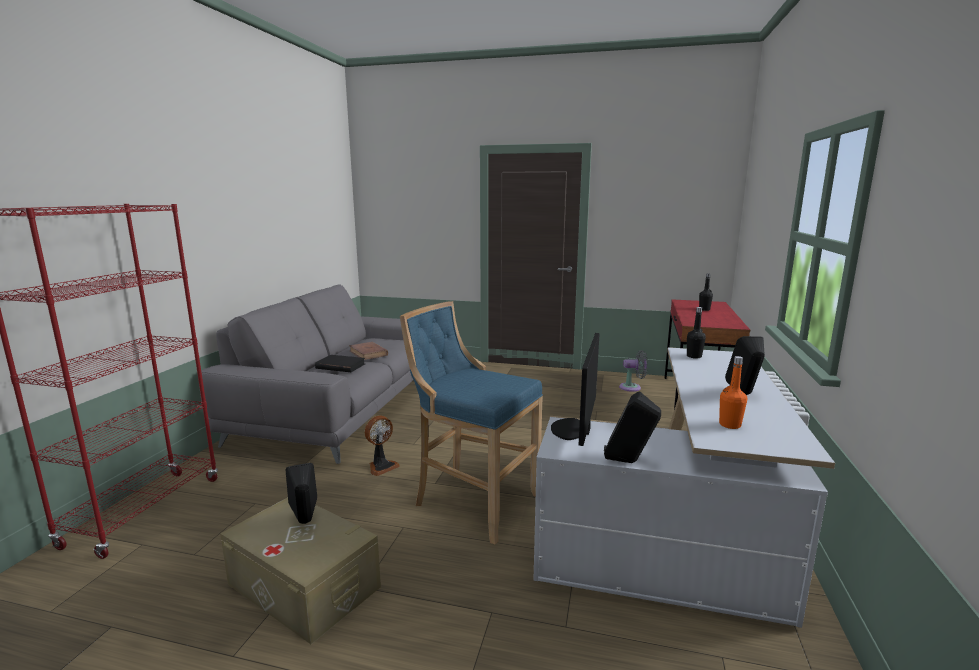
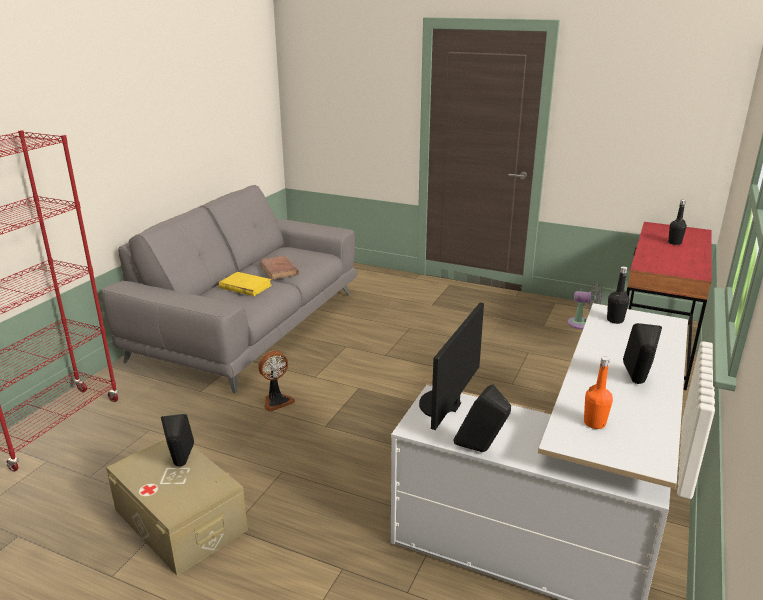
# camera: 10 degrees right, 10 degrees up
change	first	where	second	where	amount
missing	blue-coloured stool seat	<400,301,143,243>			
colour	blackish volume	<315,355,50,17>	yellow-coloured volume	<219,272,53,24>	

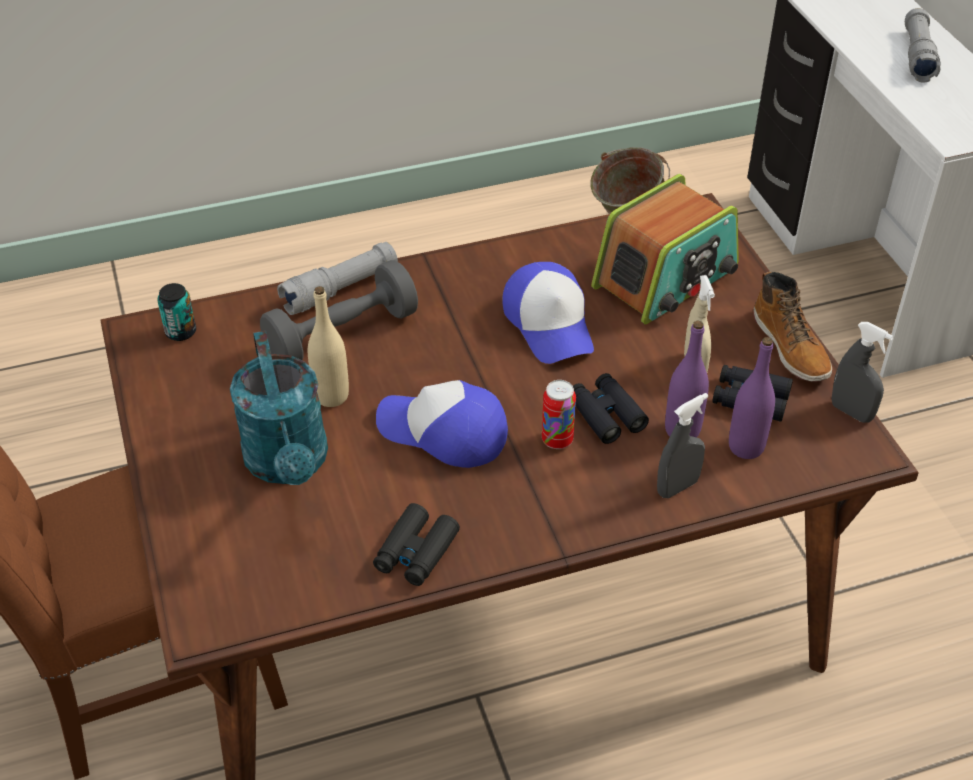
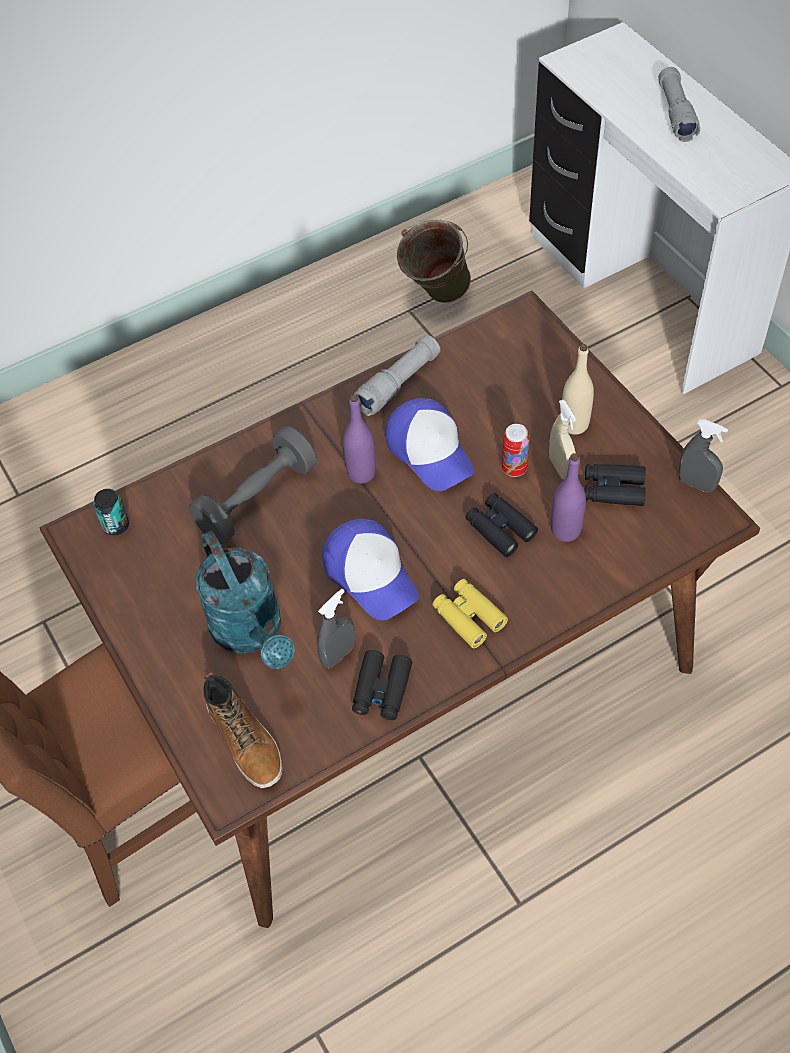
# camera: 10 degrees left, 10 degrees up
change	first	where	second	where	amount
missing	radio set	<591,174,148,150>			
appeared			yellow-coloured binoculars	<432,579,76,69>	
relocated	grey torch	<277,242,121,73>		<353,335,87,81>	
relocated	sand-coloured drink bottle	<308,286,41,121>		<562,344,32,91>	
relocated	can	<542,380,34,69>		<502,424,27,53>	
relocated	grey hand sprayer	<657,393,51,105>		<317,589,38,79>	
relocated	purple drink bottle	<729,337,46,122>		<343,395,33,88>	
relocated	high-top boot	<753,272,79,110>		<203,672,80,116>	
spun	cap	<376,380,132,88>		<322,519,97,101>	135 degrees counterclockwise

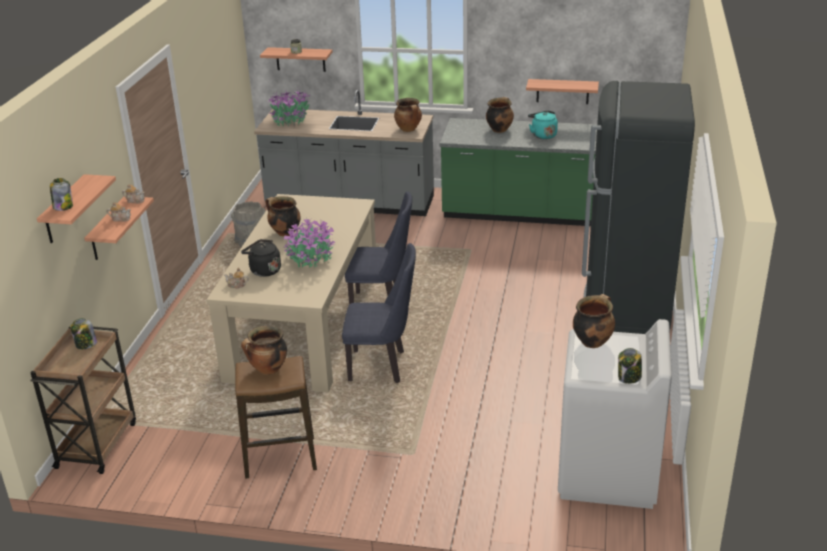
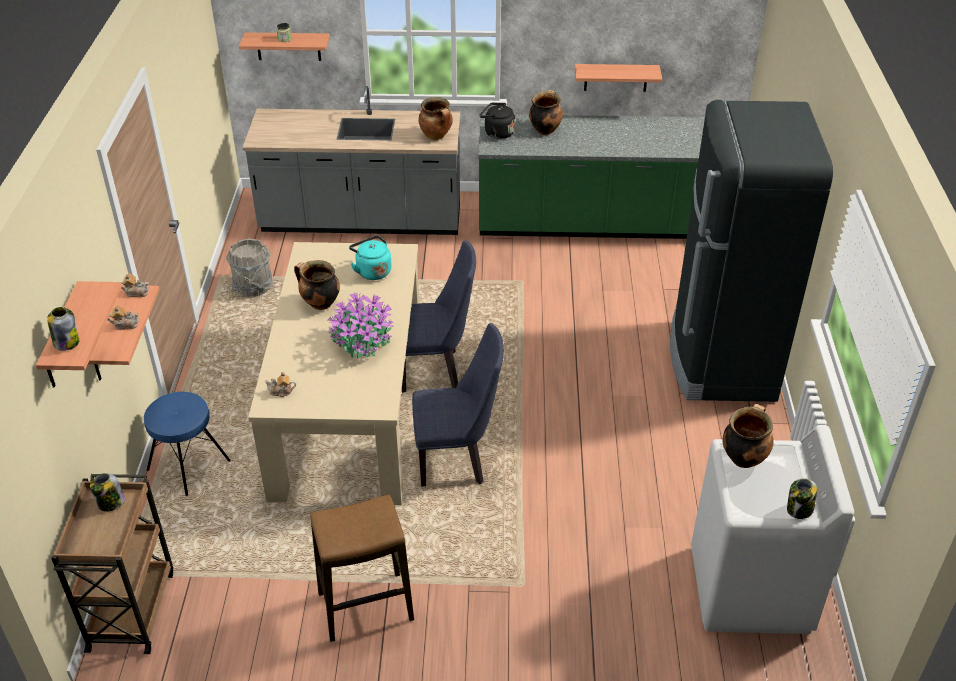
# camera: 10 degrees left, 10 degrees up
change	first	where	second	where	amount
missing	saucepot	<241,326,46,49>			
missing	houseplant	<267,88,43,39>			
appeared			blue-coloured stool seat	<144,392,87,104>	
relocated	blackish tea kettle	<241,239,40,38>		<480,103,35,36>	
relocated	turquoise tea kettle	<528,111,30,28>		<349,236,43,44>	

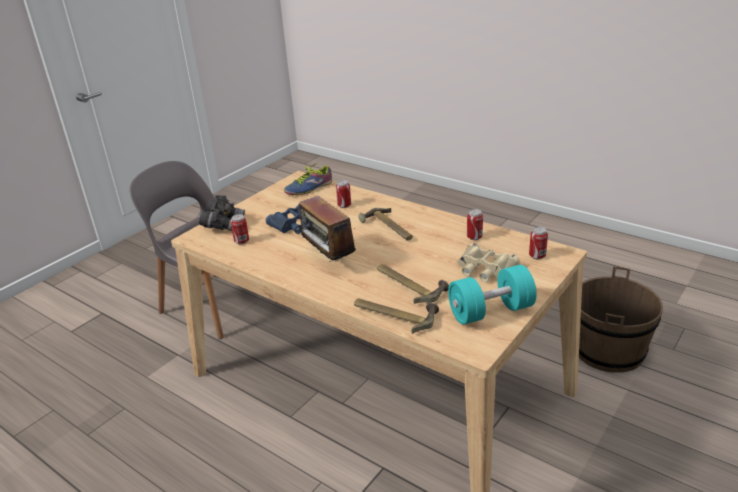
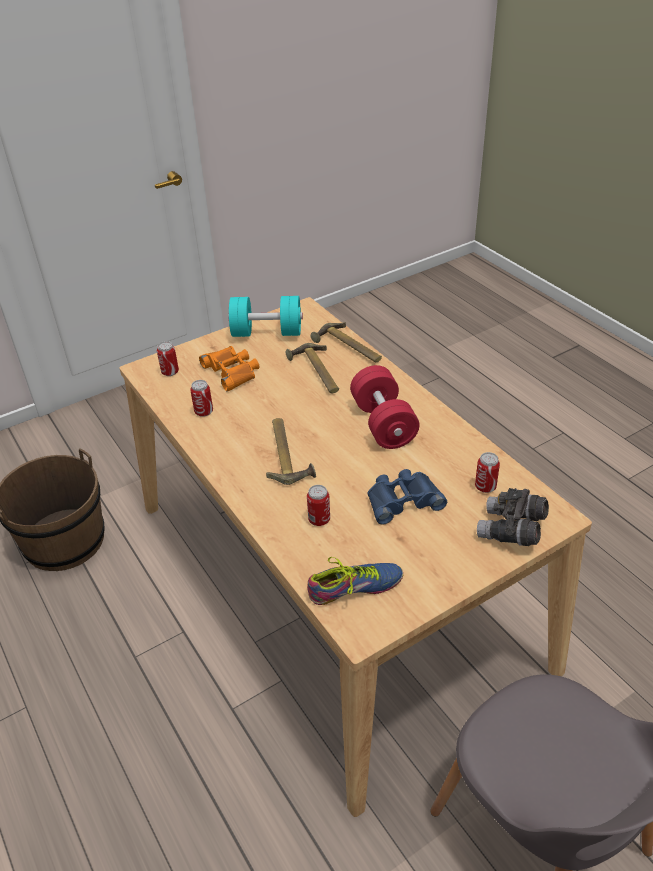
# camera: 160 degrees left, 10 degrees up
change	first	where	second	where	amount
exchanged	radio set	<299,196,57,68>	red-coloured free weight	<350,365,70,84>	
colour	sand-coloured binoculars	<457,243,63,39>	orange-coloured binoculars	<199,346,60,46>	

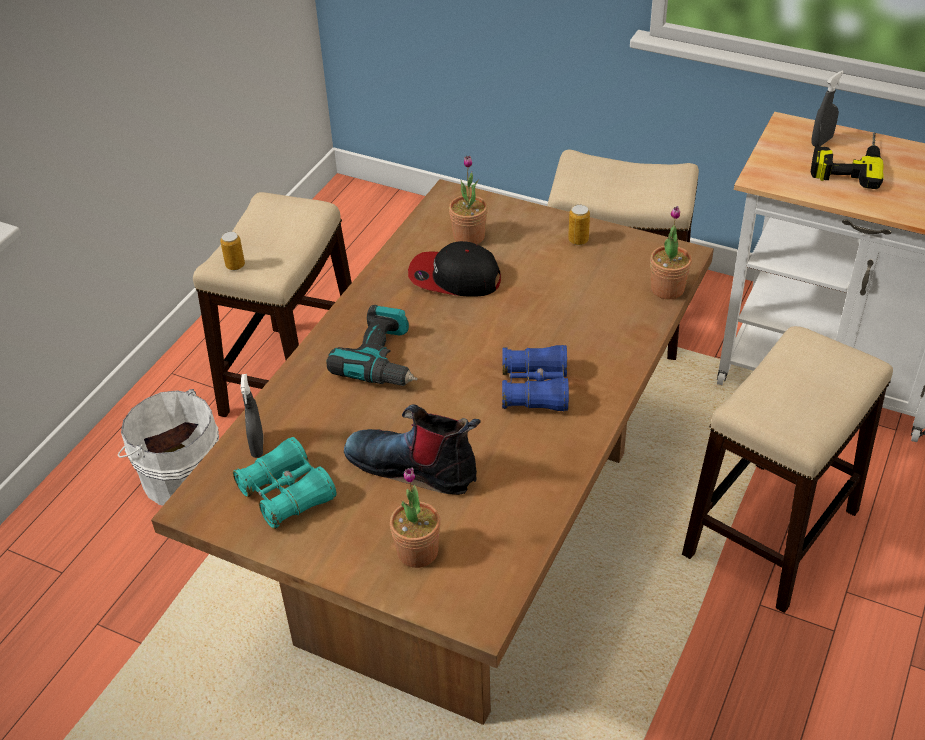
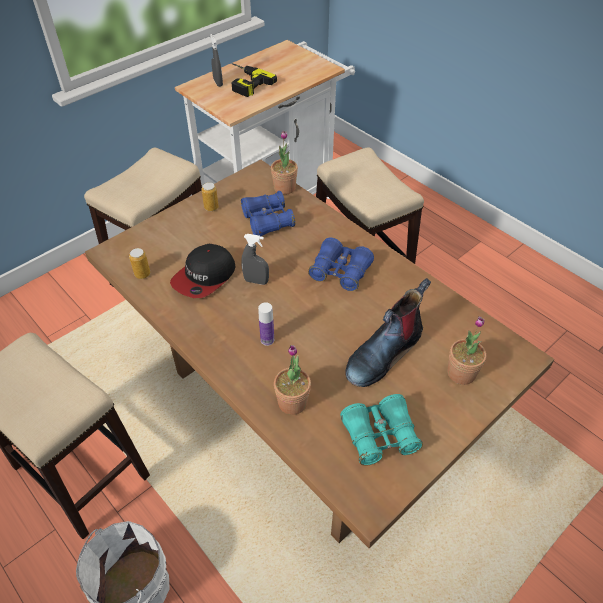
# camera: 70 degrees left, 5 degrees up
change	first	where	second	where	amount
appeared			blue-coloured binoculars	<241,191,54,45>	
relocated	can	<220,231,25,39>		<129,248,21,31>	
relocated	grey hand sprayer	<241,374,22,84>		<241,234,28,51>	
relocated	houseplant	<449,156,39,88>		<274,345,37,70>	
exchanged	electric drill	<326,305,92,81>	drink bottle	<258,302,16,44>	

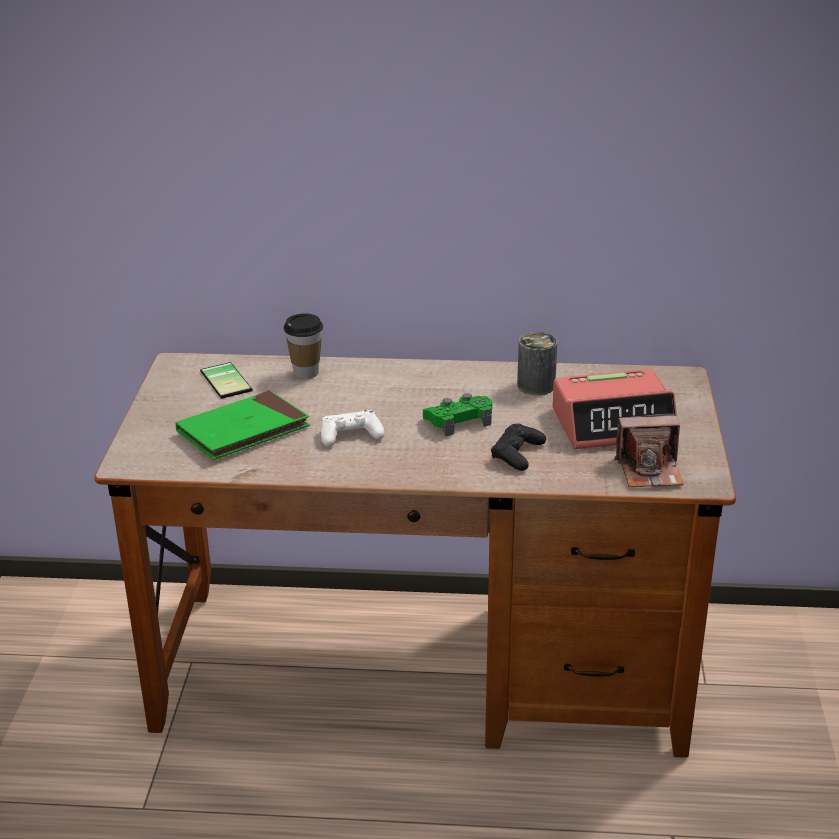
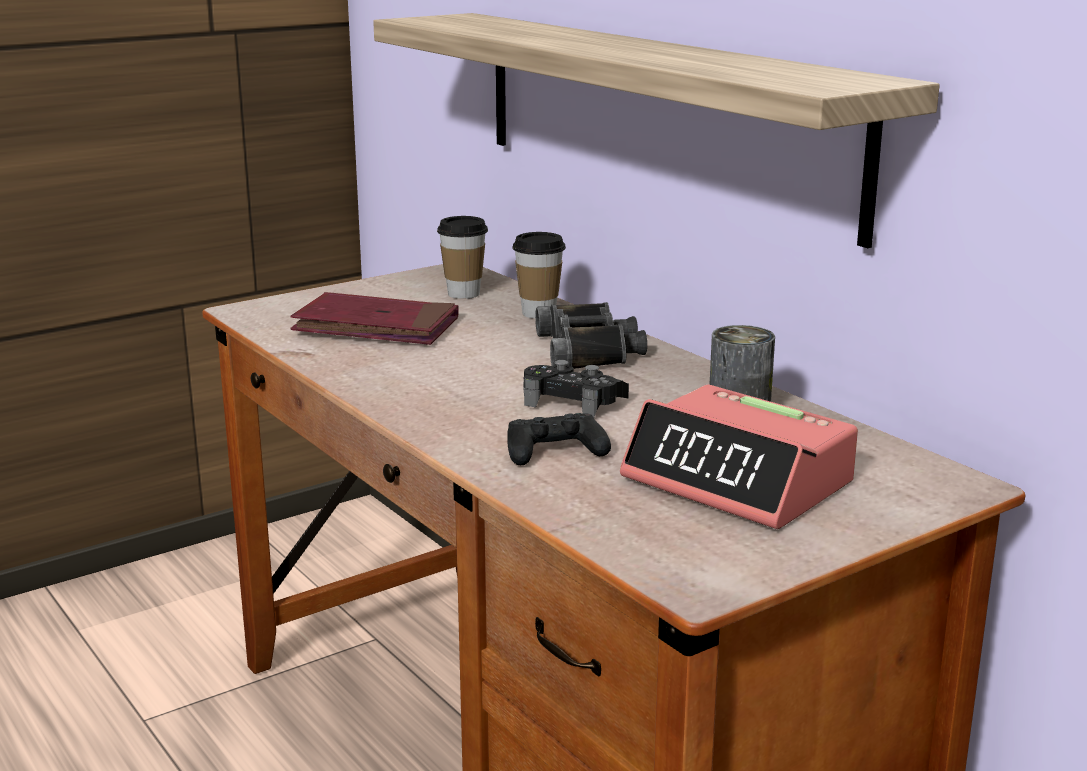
# camera: 50 degrees right, 10 degrees down
change	first	where	second	where	amount
missing	whitish gamepad	<321,410,63,37>			
missing	still camera	<614,413,70,74>			
appeared			wall shelf	<373,13,567,235>	
appeared			blackish binoculars	<535,302,112,67>	
exchanged	handset	<200,362,53,37>	cup	<437,216,51,83>	
colour	greenish volume	<175,390,135,70>	red-coloured volume	<291,292,167,53>	
colour	greenish gamepad	<423,393,69,43>	blackish gamepad	<523,360,106,58>	

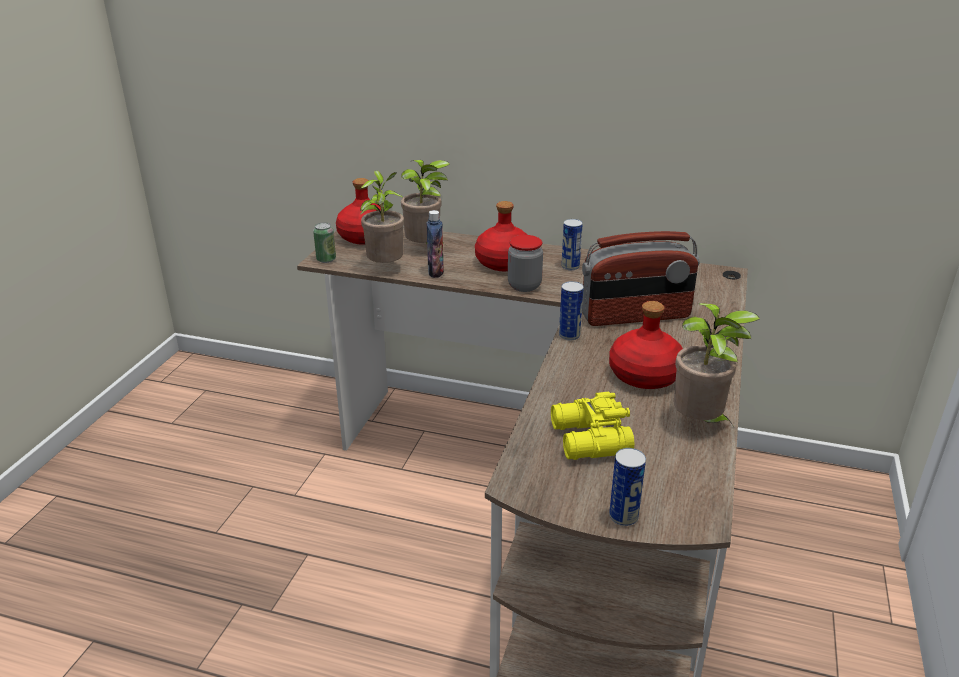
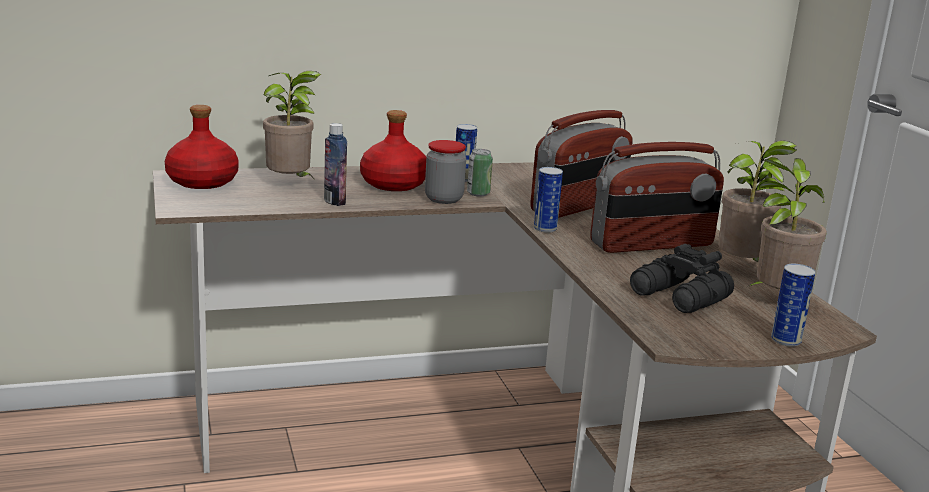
# camera: 35 degrees left, 10 degrees down
change	first	where	second	where	amount
relocated	can	<313,222,23,41>		<467,149,26,48>	
relocated	houseplant	<360,170,44,93>		<747,158,80,132>	
exchanged	red-coloured drink bottle	<609,301,74,88>	radio set	<590,142,134,111>	
colour	yellow-coloured binoculars	<551,392,83,68>	blackish binoculars	<630,244,104,69>	

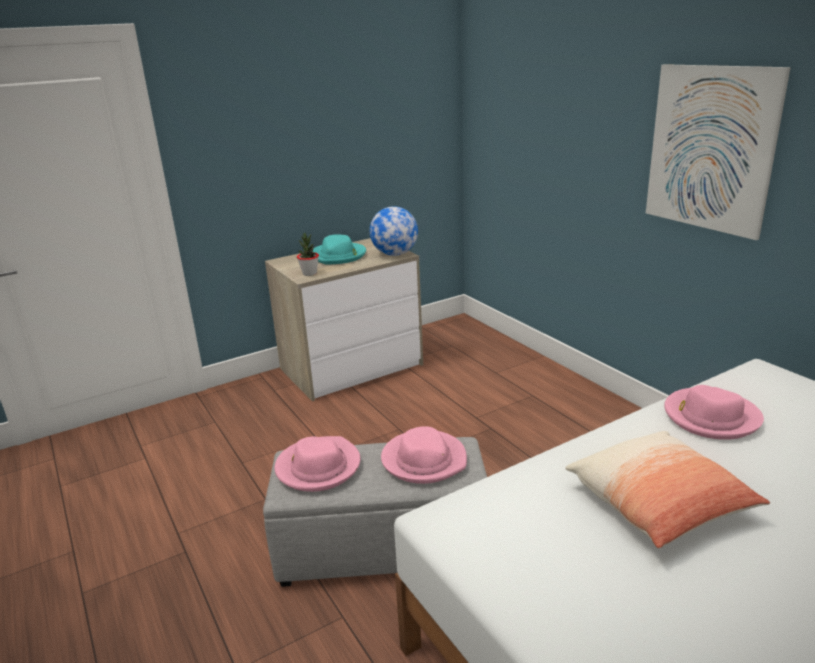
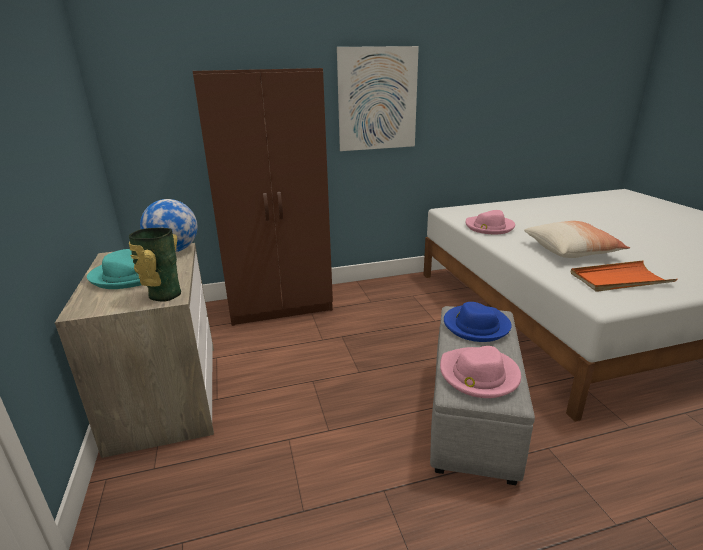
# camera: 75 degrees left, 0 degrees up
change	first	where	second	where	amount
appeared			brownish clothes cupboard	<193,68,140,258>	
appeared			orange-coloured tray	<571,260,107,32>	
exchanged	houseplant	<297,233,22,43>	flower vase	<129,228,52,73>	
colour	pink hat	<381,426,86,58>	blue-coloured hat	<444,302,68,40>	

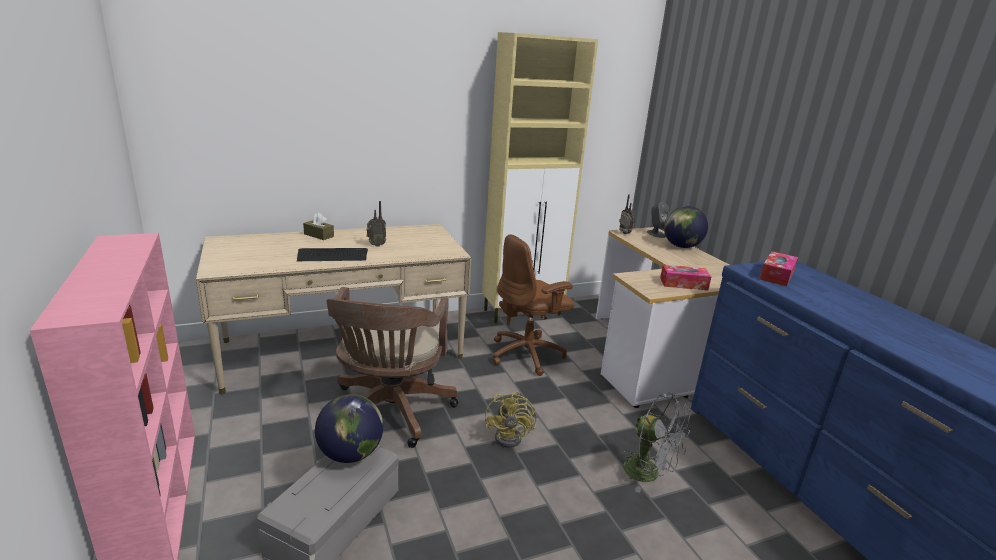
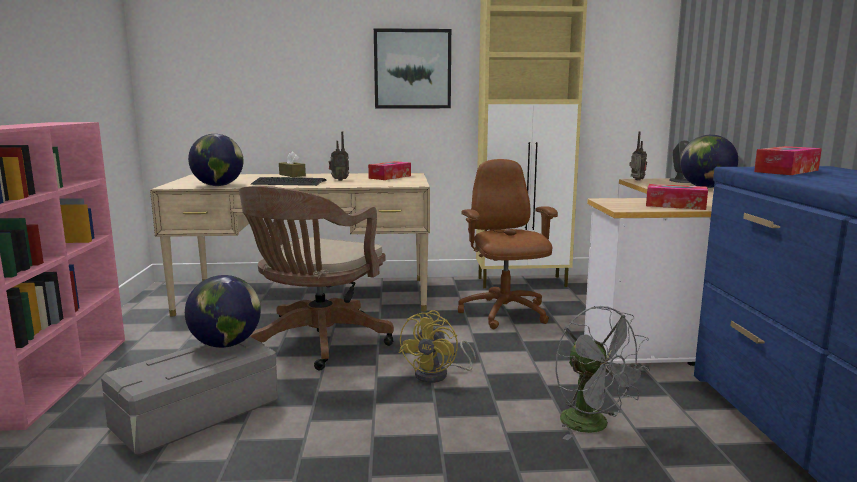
# camera: 20 degrees right, 10 degrees down
change	first	where	second	where	amount
appeared			world globe	<188,134,56,52>	
appeared			tissue box	<368,161,43,19>	
appeared			picture	<374,28,77,80>	
spun	brownish office chair	<493,234,81,142>		<458,159,100,170>	90 degrees clockwise

